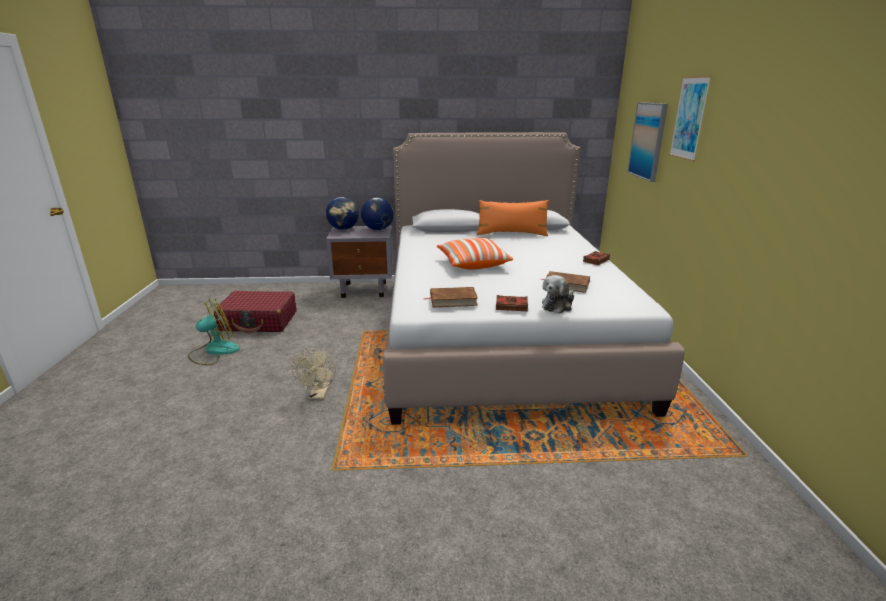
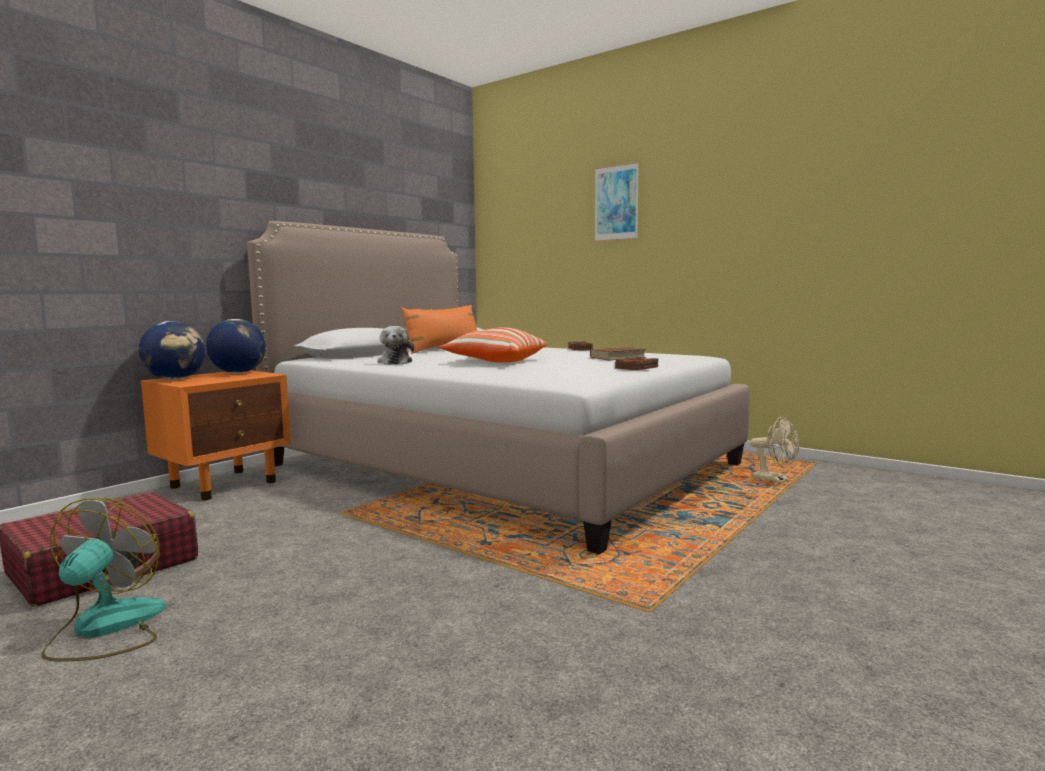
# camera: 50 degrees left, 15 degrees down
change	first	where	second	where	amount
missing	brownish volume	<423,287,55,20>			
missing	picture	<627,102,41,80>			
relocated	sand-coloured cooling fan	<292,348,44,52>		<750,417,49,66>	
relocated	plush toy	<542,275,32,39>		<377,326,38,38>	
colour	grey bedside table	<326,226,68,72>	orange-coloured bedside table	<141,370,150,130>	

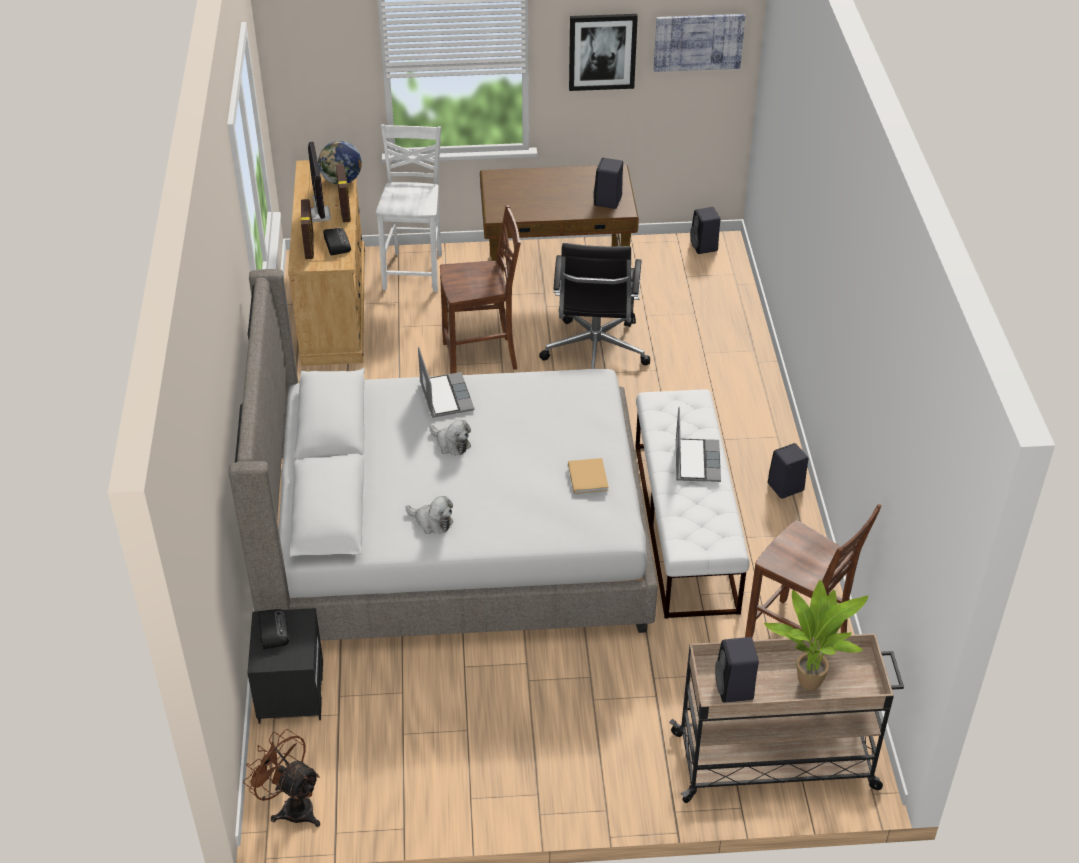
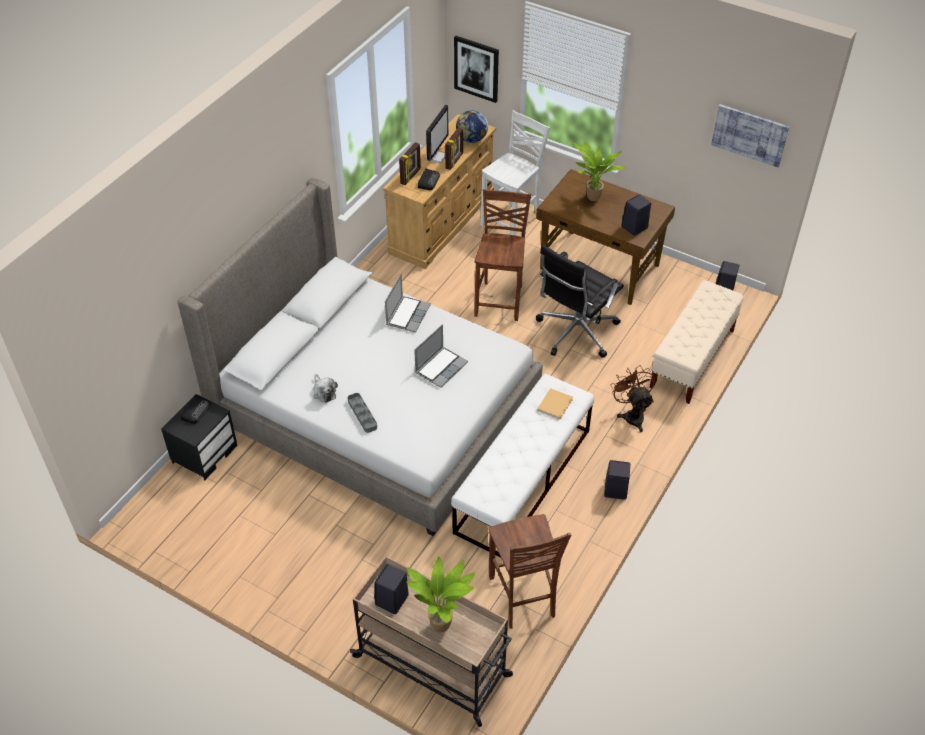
# camera: 35 degrees right, 5 degrees up
change	first	where	second	where	amount
missing	plush toy	<430,420,41,35>			
appeared			grey tray	<348,393,29,40>	
appeared			houseplant	<573,141,54,60>	
appeared			sand-coloured indoor bench	<650,280,94,124>	
relocated	brownish cooling fan	<243,729,77,98>		<611,365,44,67>	
relocated	sand-coloured volume	<568,458,41,36>		<537,388,36,32>	
relocated	picture	<569,14,69,77>		<454,36,45,67>	
relocated	laptop	<676,407,45,75>		<414,324,54,64>	
spun	brownish upright chair	<440,205,81,169>		<474,189,57,132>	105 degrees counterclockwise

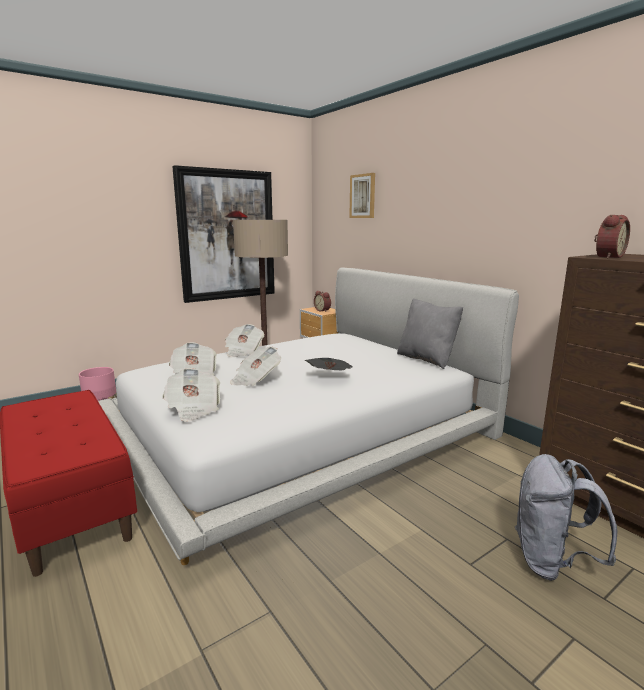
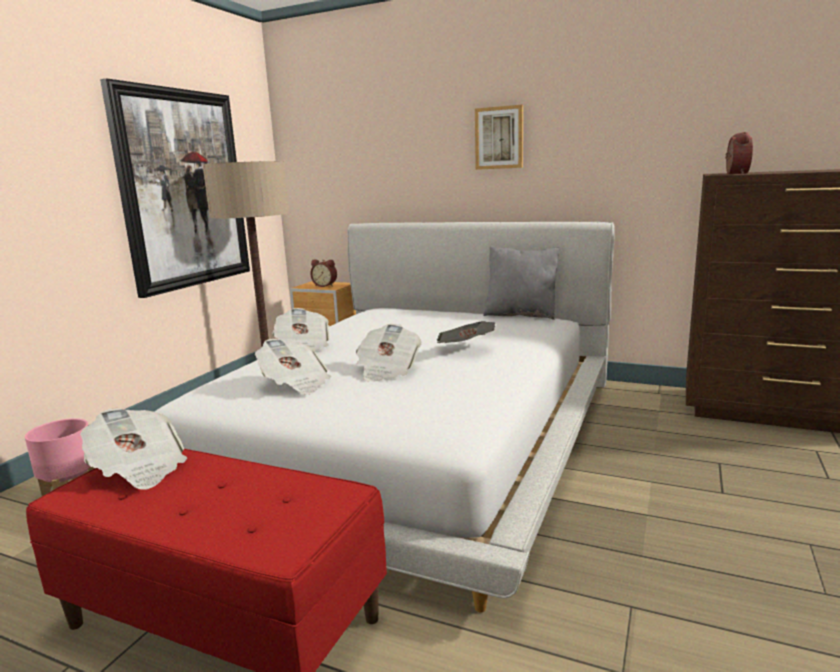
# camera: 30 degrees left, 0 degrees up
change	first	where	second	where	amount
missing	grey backpack	<515,454,102,127>			
relocated	daily paper	<162,368,58,54>		<80,408,107,82>	
relocated	picture	<349,173,26,45>		<475,105,48,65>	

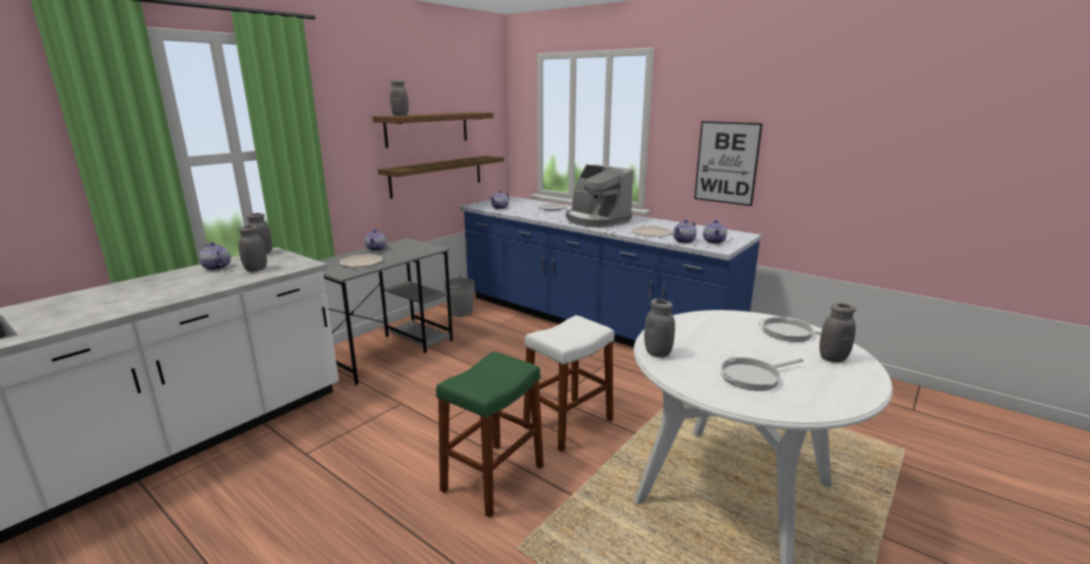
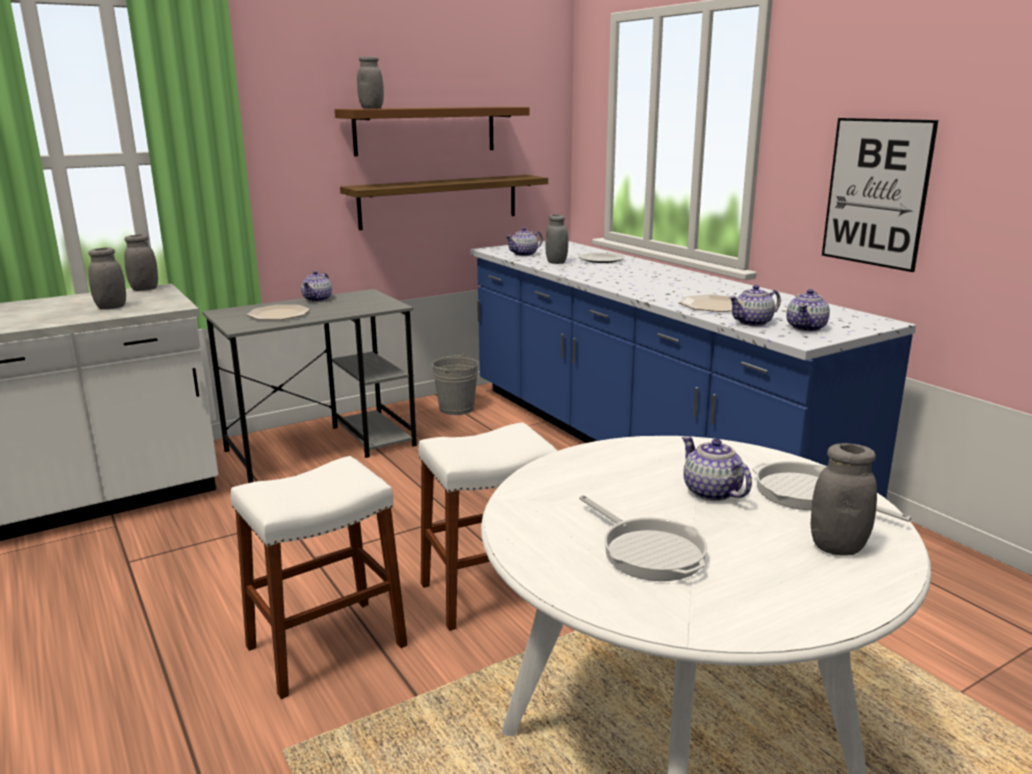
# camera: 20 degrees right, 0 degrees up
change	first	where	second	where	amount
missing	coffee brewer	<566,165,68,63>			
relocated	pot for tea	<199,242,32,28>		<682,436,70,65>	
relocated	grey jar	<644,299,31,58>		<545,214,23,50>	
colour	greenish stool seat	<436,352,108,166>	whitish stool seat	<231,456,176,243>	
spun	skillet	<720,357,84,34>		<579,495,128,86>	120 degrees counterclockwise

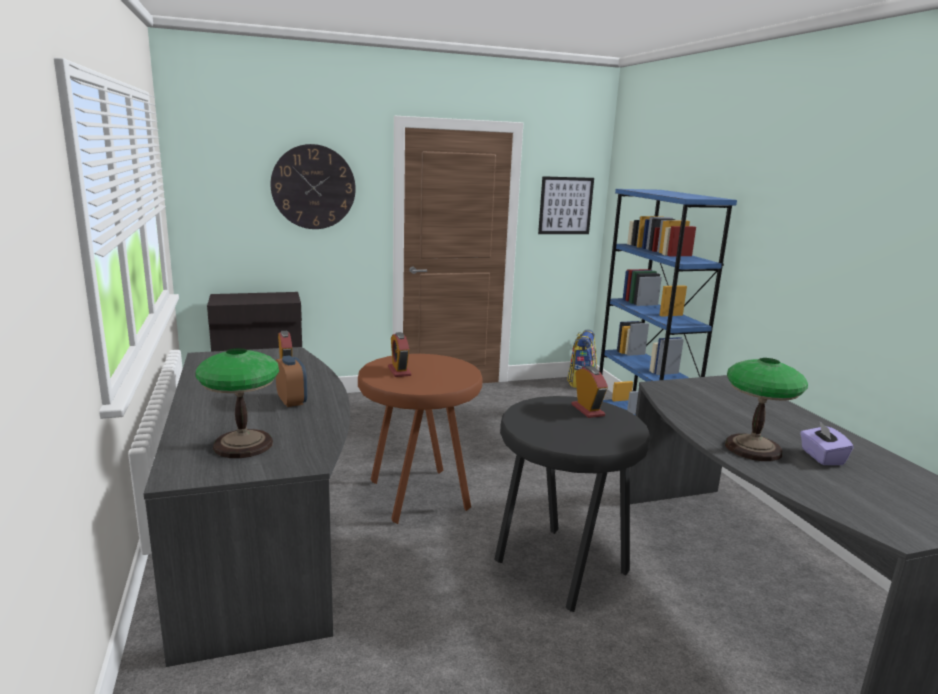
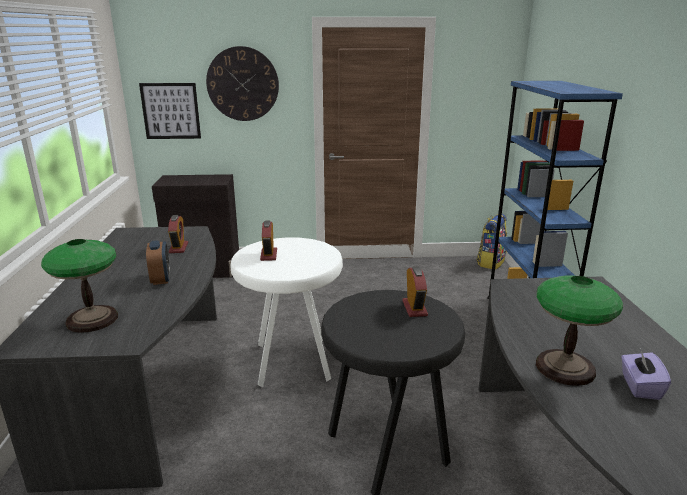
# camera: 15 degrees right, 5 degrees up
change	first	where	second	where	amount
relocated	picture	<538,176,56,58>		<139,83,62,56>	
colour	brownish stool seat	<358,354,125,170>	whitish stool seat	<230,238,113,149>	

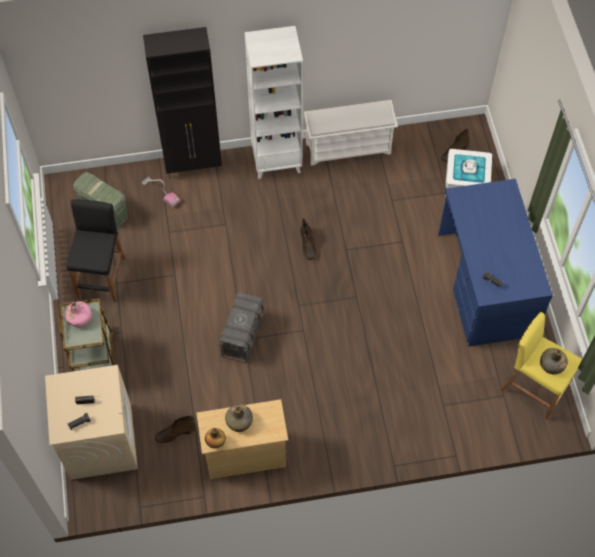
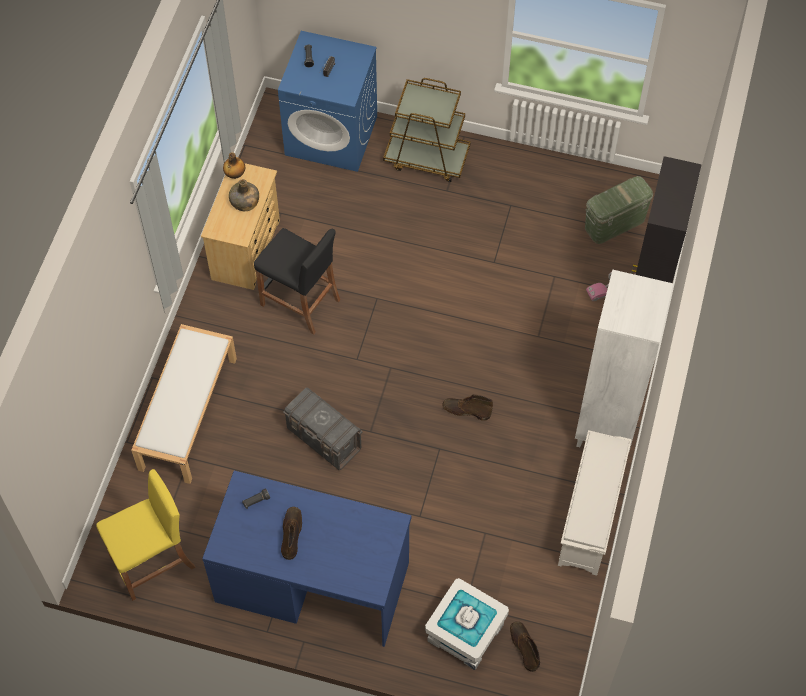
# camera: 115 degrees right, 0 degrees up
change	first	where	second	where	amount
missing	pink drink bottle	<65,302,27,25>			
missing	greenish drink bottle	<540,348,28,26>			
appeared			whitish indoor bench	<131,324,106,160>	
relocated	blackish stool seat	<66,199,60,103>		<254,228,86,107>	
relocated	brownish high-top boot	<155,415,40,28>		<281,507,21,53>	
relocated	grey storage box	<219,292,45,71>		<283,387,79,83>	
colour	sand-coloured laundry appliance	<45,365,93,115>	blue-coloured laundry appliance	<278,31,99,141>	

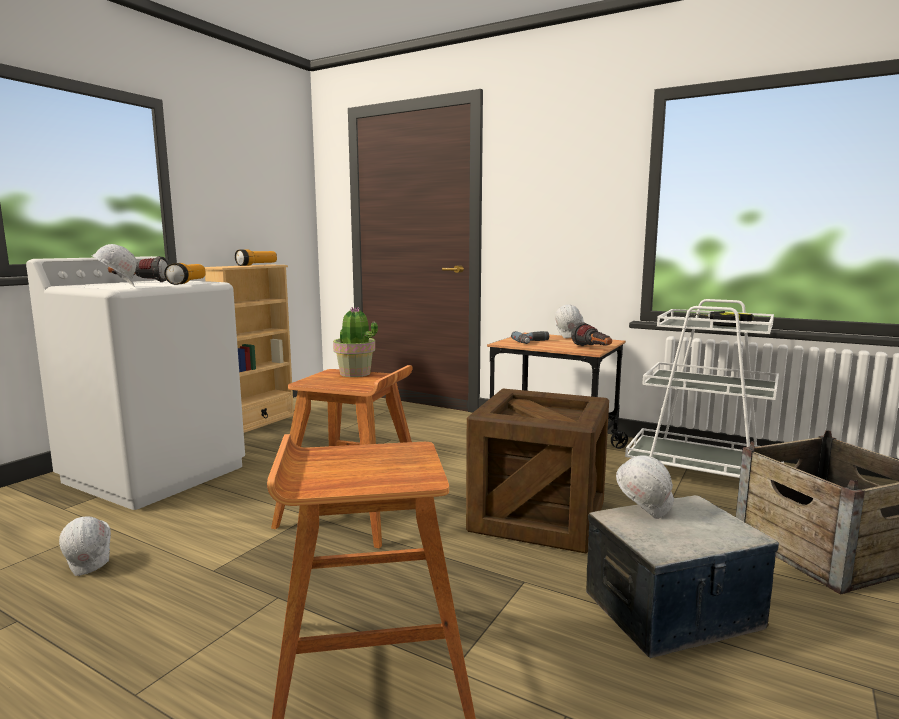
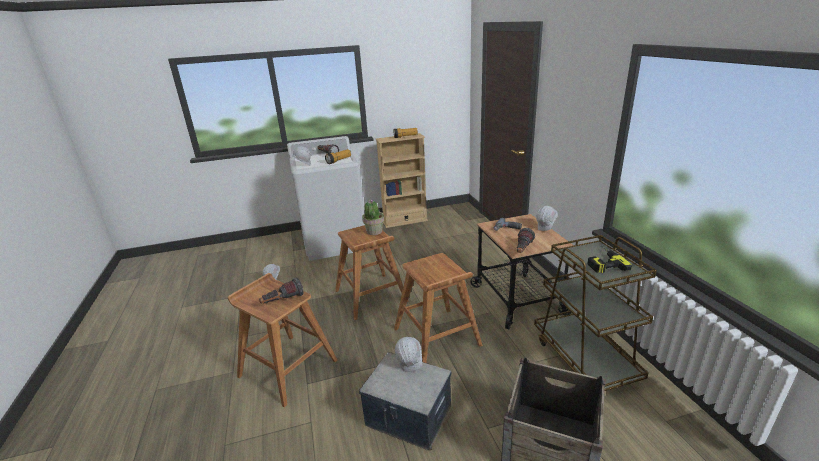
# camera: 45 degrees right, 15 degrees up
change	first	where	second	where	amount
appeared			torch	<259,277,45,27>	
exchanged	packing crate	<466,389,143,164>	brownish stool seat	<394,253,89,110>	
colour	whitish cart	<625,299,159,179>	brownish cart	<534,235,123,156>	

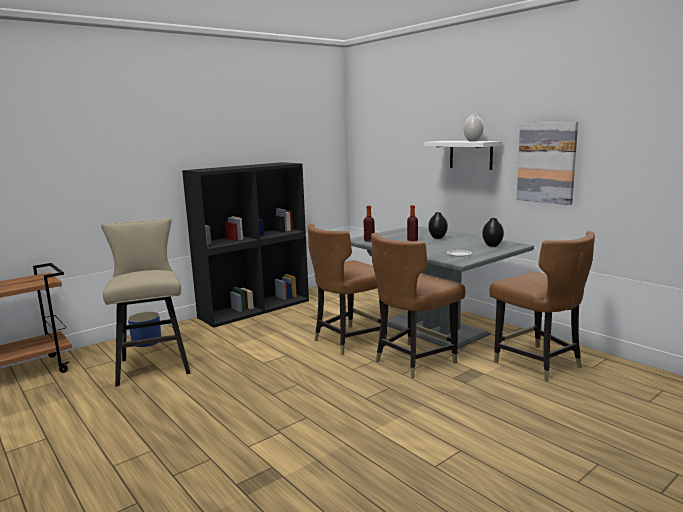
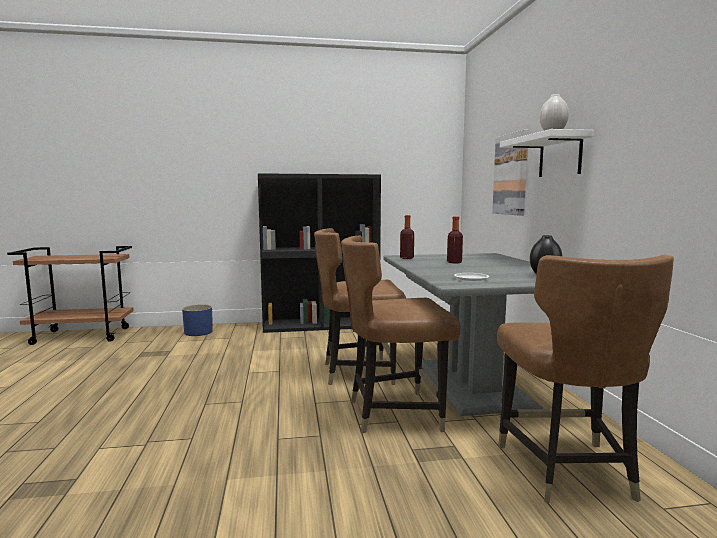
# camera: 30 degrees right, 5 degrees down
change	first	where	second	where	amount
missing	sand-coloured stool seat	<101,218,89,168>			
missing	blackish flower vase	<428,212,20,27>			
relocated	picture	<517,122,61,83>		<492,130,37,86>	

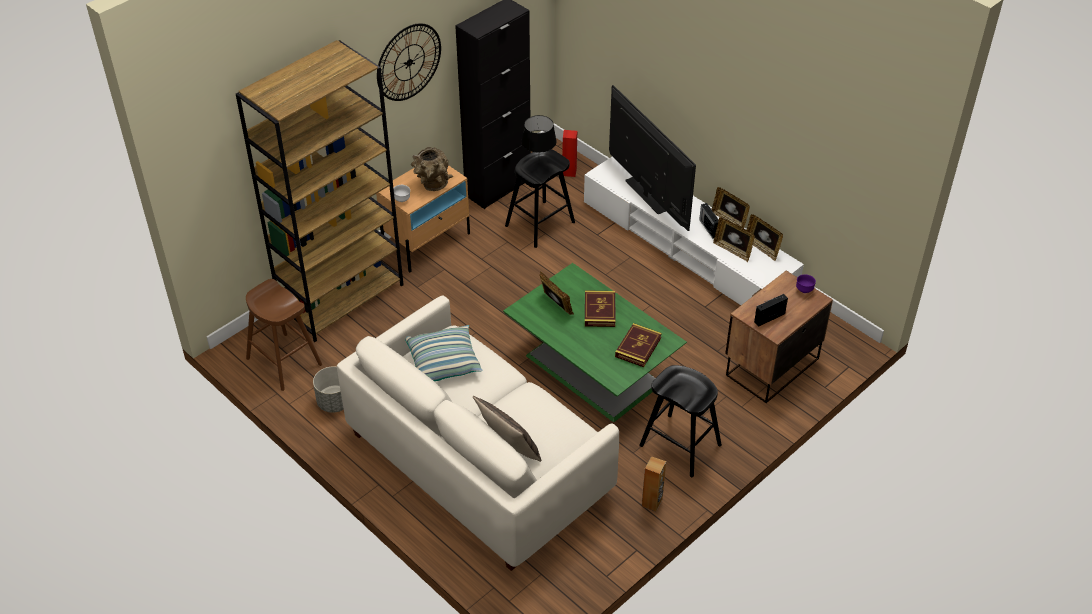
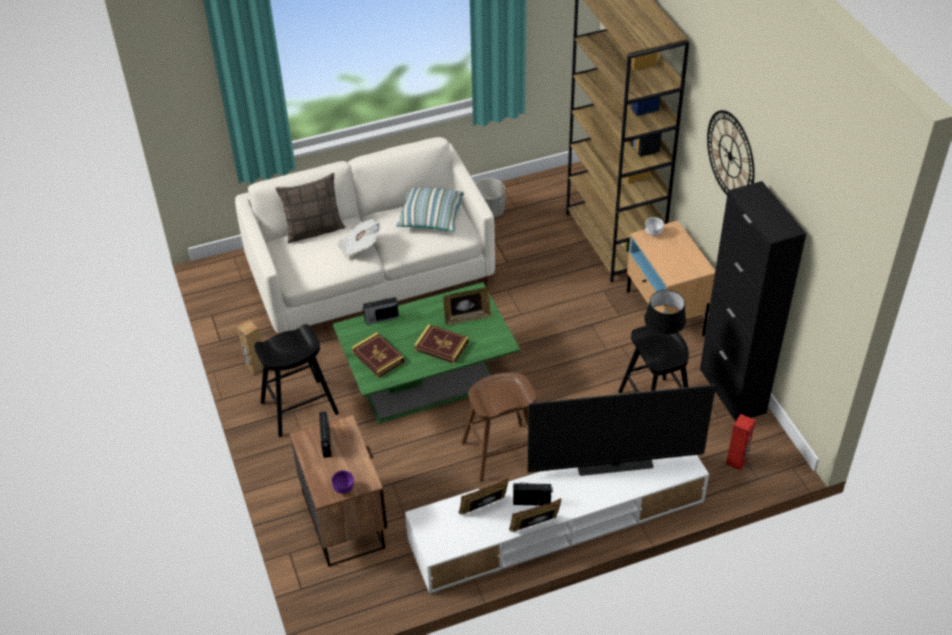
# camera: 115 degrees right, 0 degrees up
change	first	where	second	where	amount
missing	brownish flower vase	<411,147,42,44>			
missing	picture frame	<746,214,37,47>			
appeared			daily paper	<337,219,44,38>	
appeared			radio set	<362,297,37,28>	
relocated	brownish stool seat	<246,279,76,112>		<462,372,75,110>	

